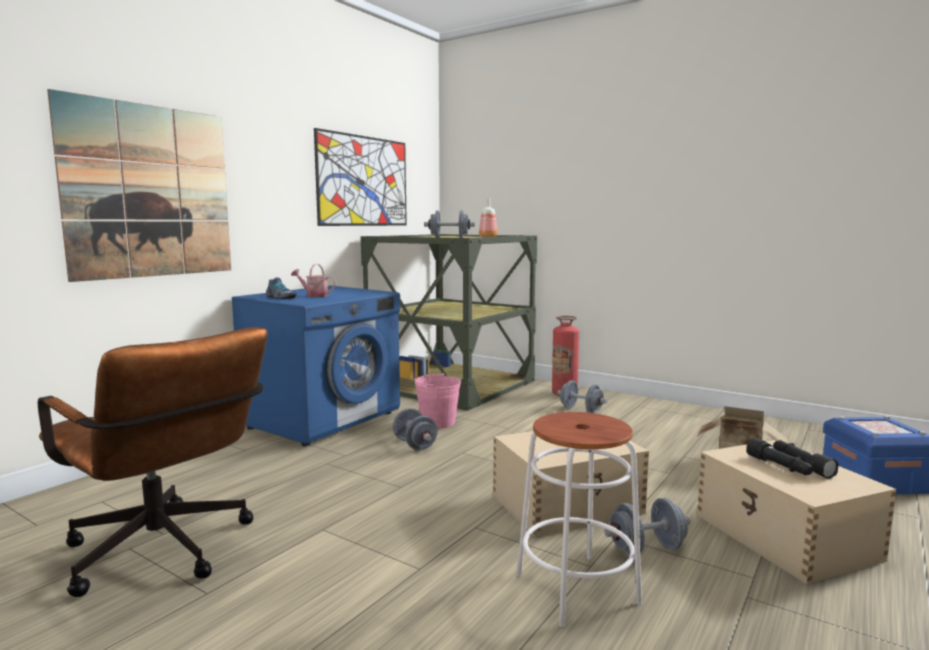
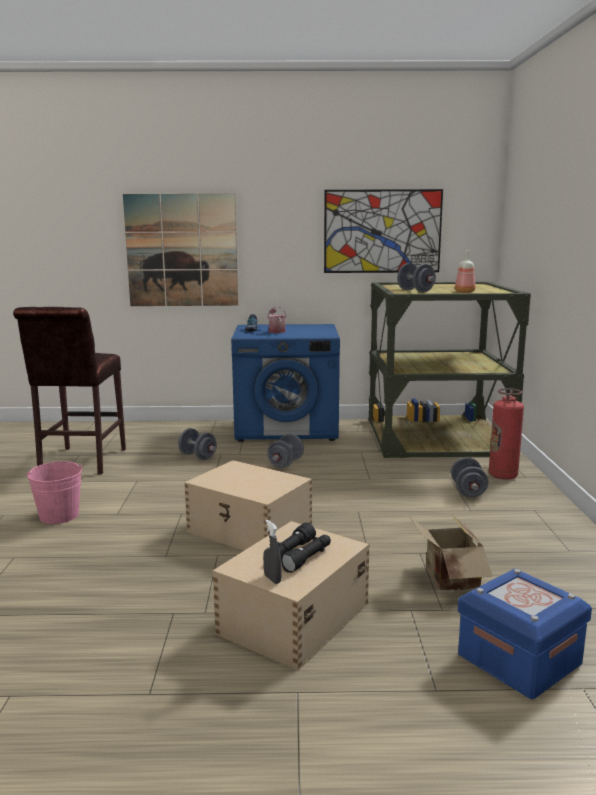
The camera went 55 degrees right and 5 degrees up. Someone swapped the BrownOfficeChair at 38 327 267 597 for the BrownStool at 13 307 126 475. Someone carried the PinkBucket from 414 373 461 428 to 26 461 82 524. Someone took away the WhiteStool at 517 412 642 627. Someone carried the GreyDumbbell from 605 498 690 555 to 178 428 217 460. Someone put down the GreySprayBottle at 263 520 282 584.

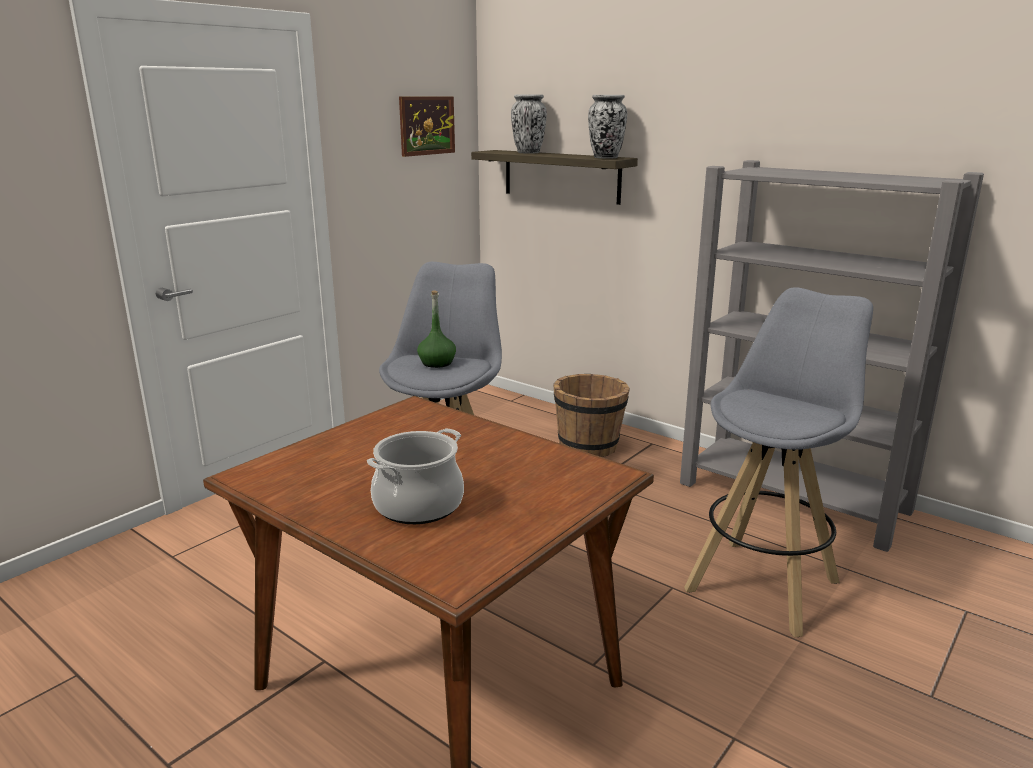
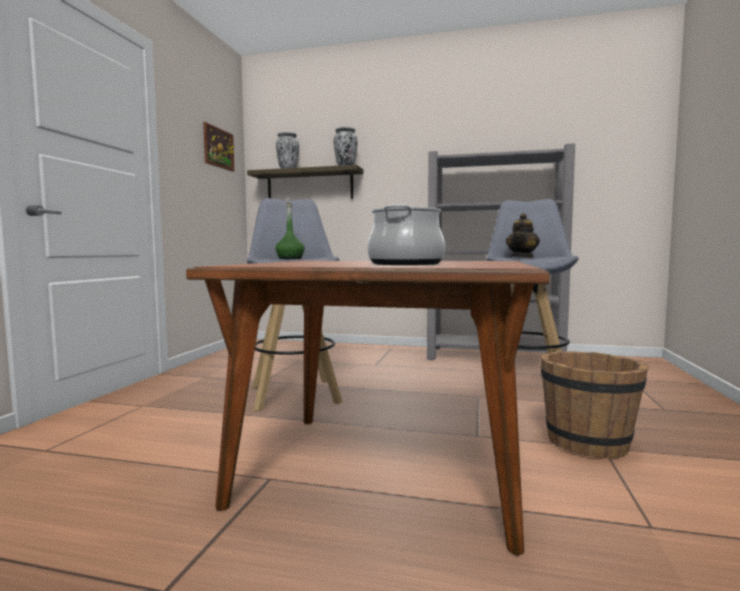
The camera went 25 degrees left and 15 degrees down. Someone carried the BrownBucket from 553 374 630 457 to 540 351 648 458. Someone put down the Teapot at 506 213 540 258.

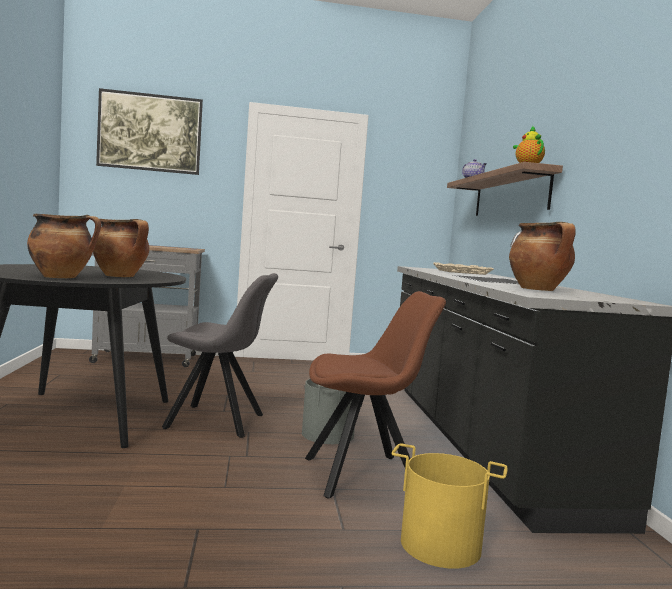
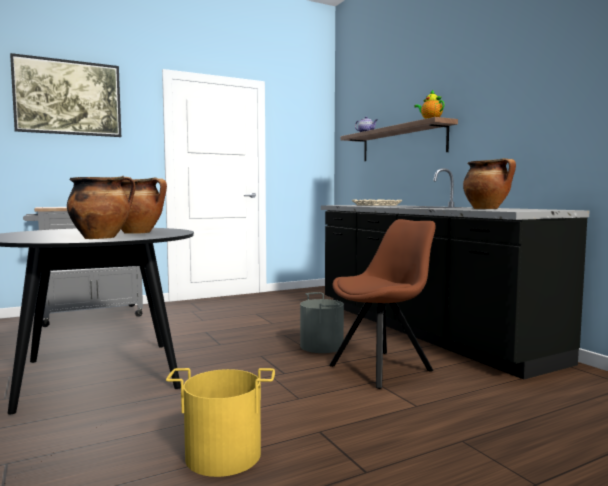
The camera went 20 degrees left and 0 degrees up. Someone took away the GreyChair at 162 273 278 438. Someone carried the YellowBucket from 391 443 508 569 to 166 368 275 477.

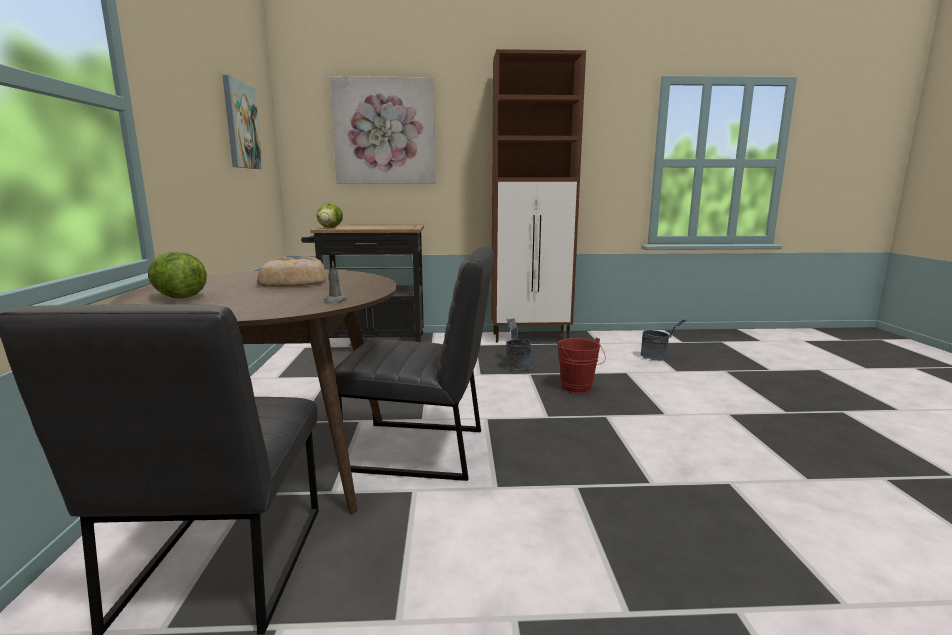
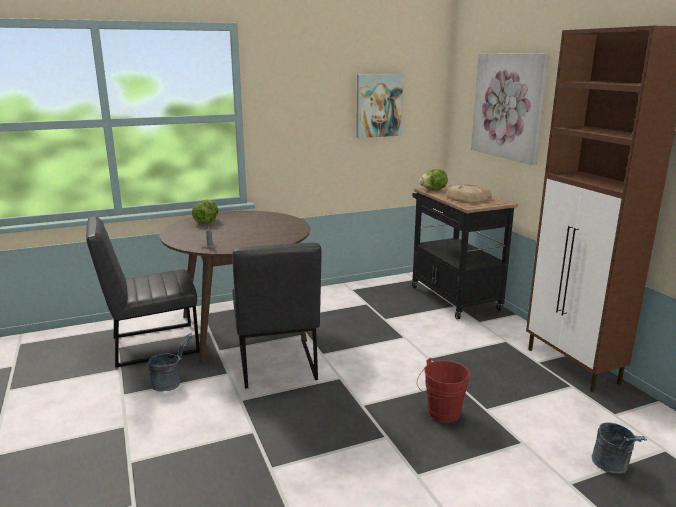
The camera went 70 degrees right and 5 degrees up. Someone carried the Bread from 257 256 327 287 to 446 184 492 203. Someone carried the GreyBucket from 506 318 532 371 to 149 333 193 392.

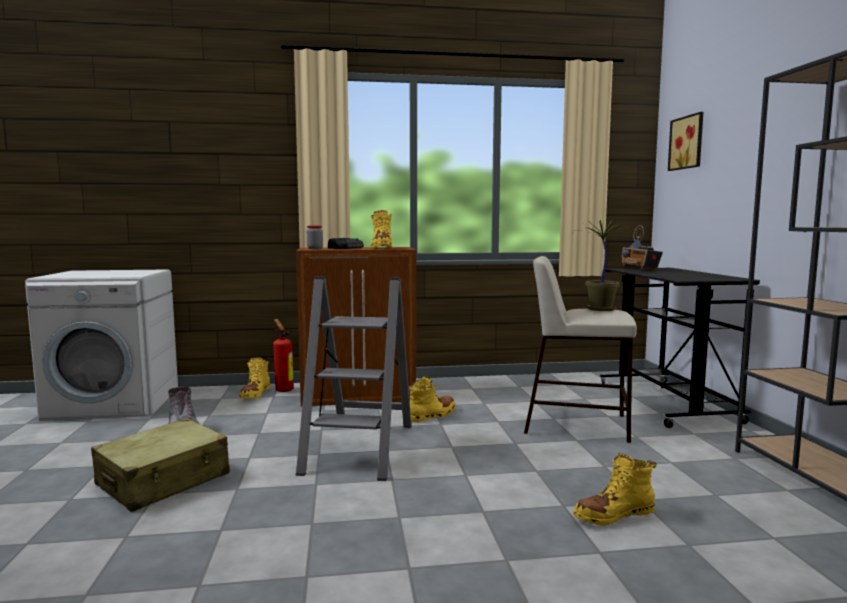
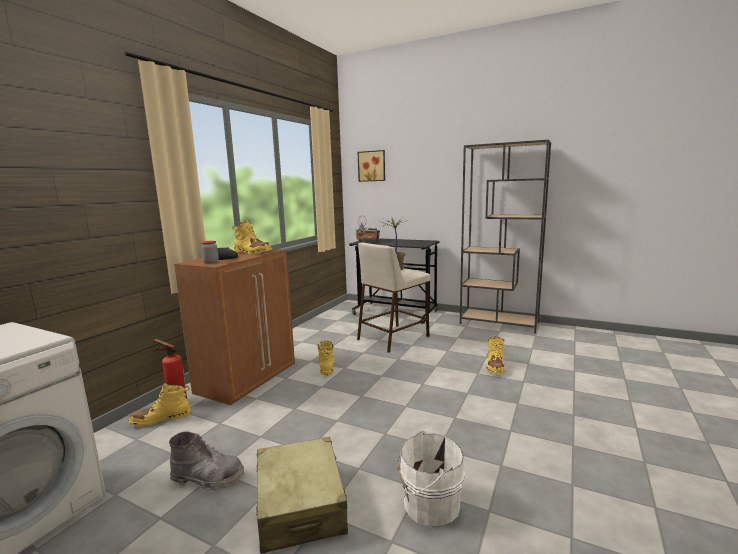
The camera went 55 degrees left and 5 degrees up. Someone took away the GreyStepLadder at 296 276 412 481. Someone rotated the YellowBoot at 239 357 270 399 by 120 degrees clockwise. Someone put down the WhiteBucket at 397 431 465 526.

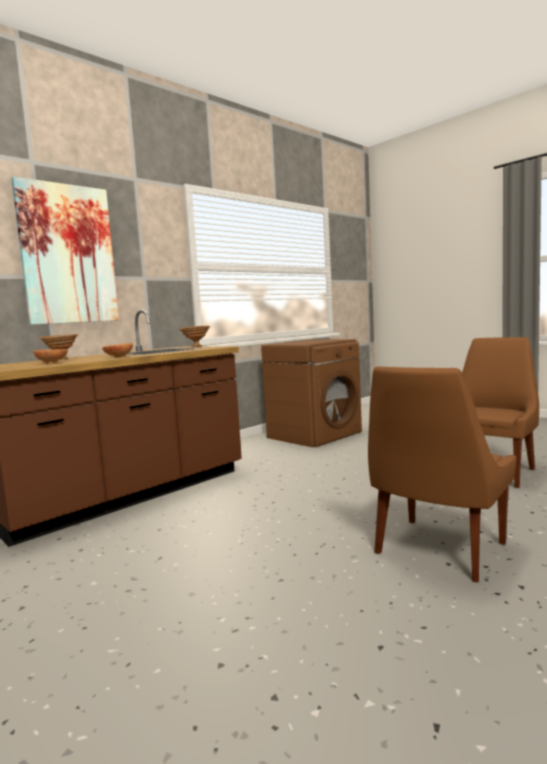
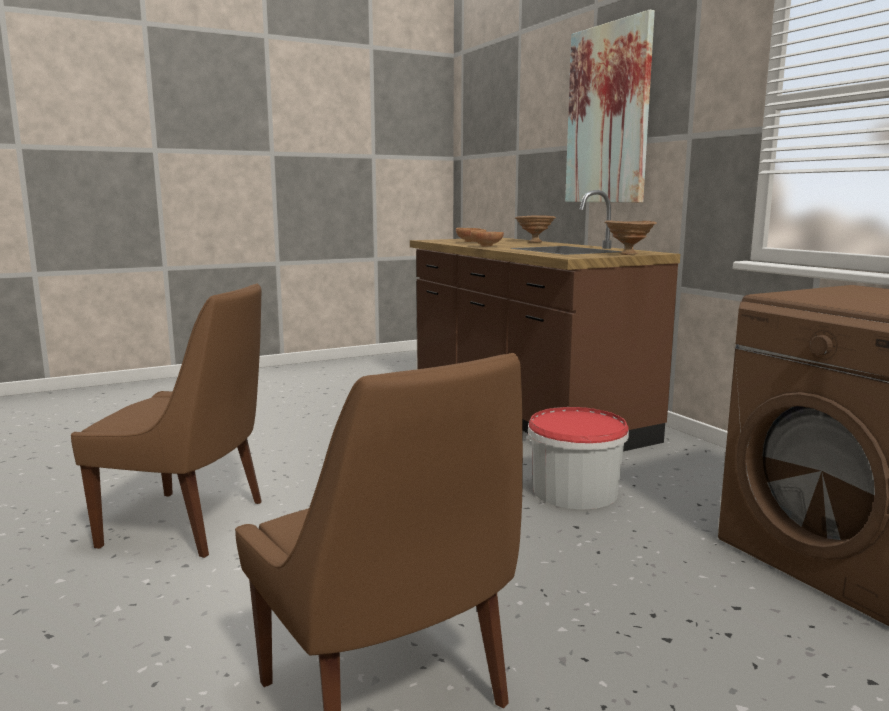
The camera went 105 degrees right and 5 degrees up. Someone rotated the BrownChair at 368 366 516 582 by 135 degrees clockwise. Someone put down the Bucket at 527 407 629 510.

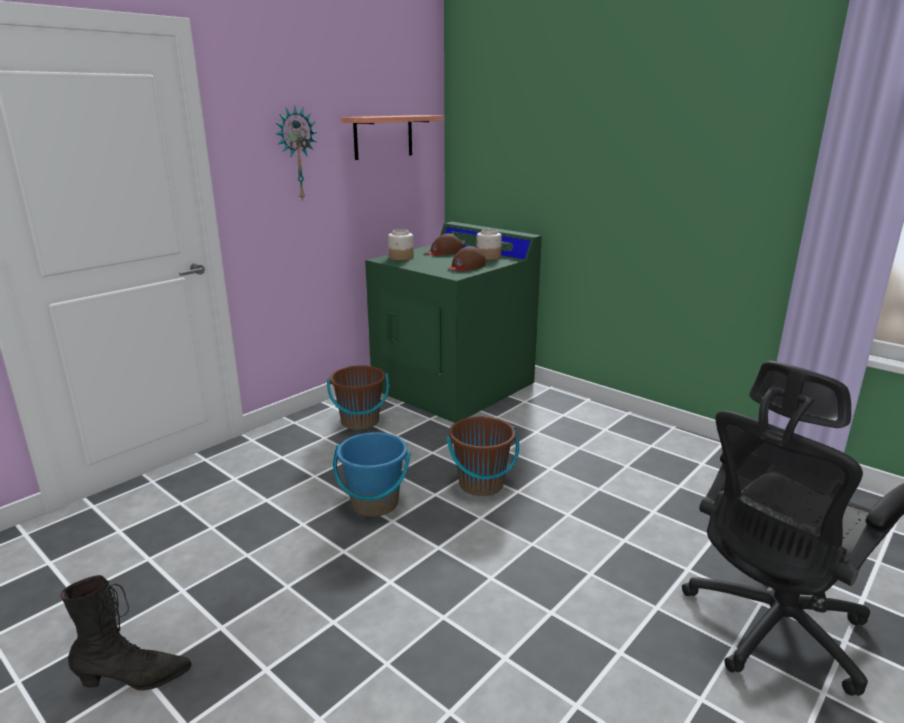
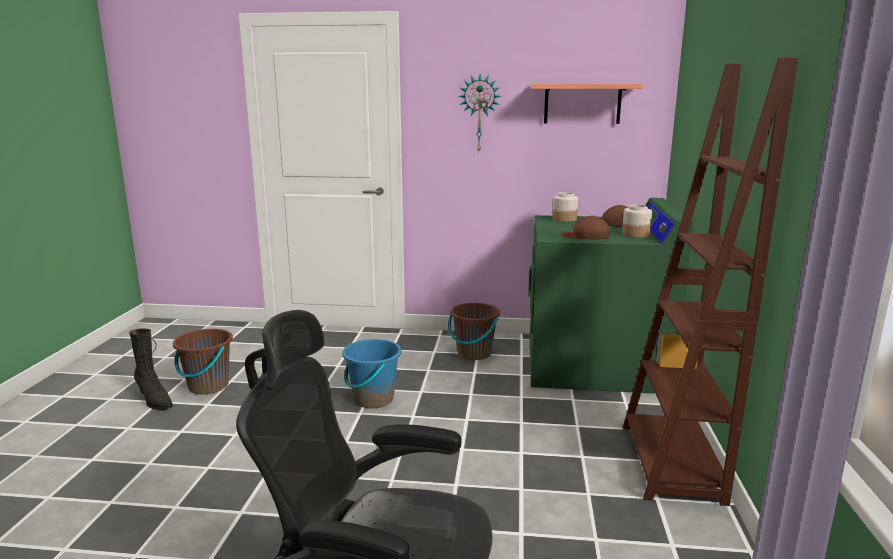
The camera went 55 degrees right and 5 degrees down. Someone carried the BrownBucket from 446 417 520 496 to 173 329 233 394. Someone put down the BrownBookcase at 623 57 799 506.

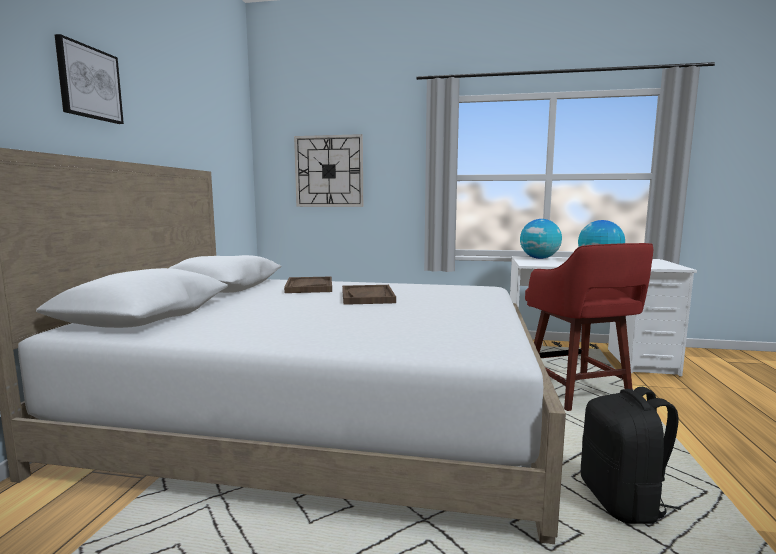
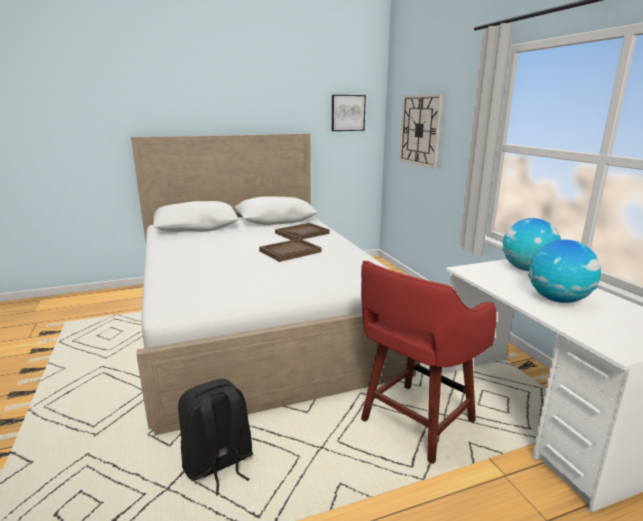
The camera went 60 degrees right and 10 degrees up. Someone carried the Picture from 55 34 124 124 to 332 95 366 131.

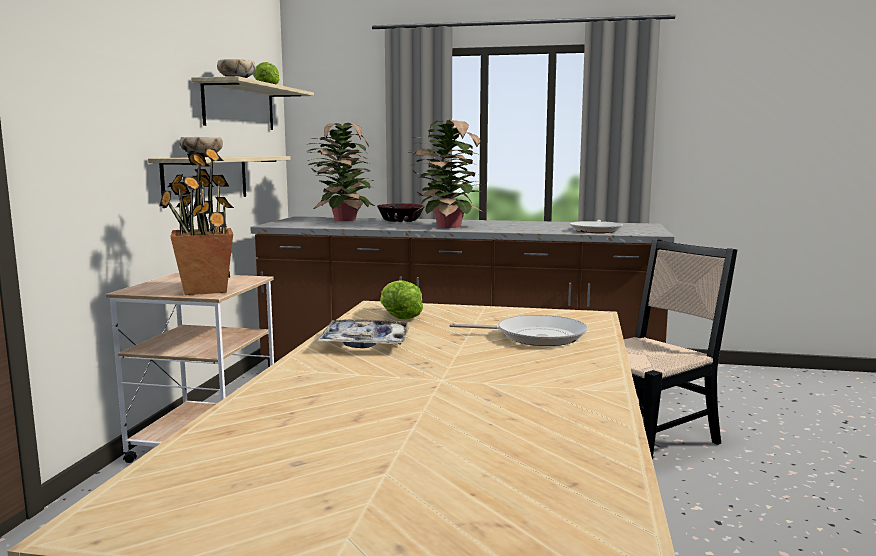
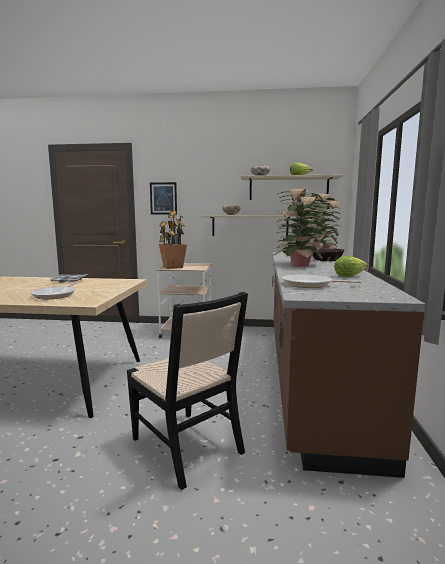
The camera went 85 degrees right and 0 degrees up. Someone carried the Lettuce from 380 280 423 319 to 334 256 368 277. Someone put up the Picture at 150 182 177 214.

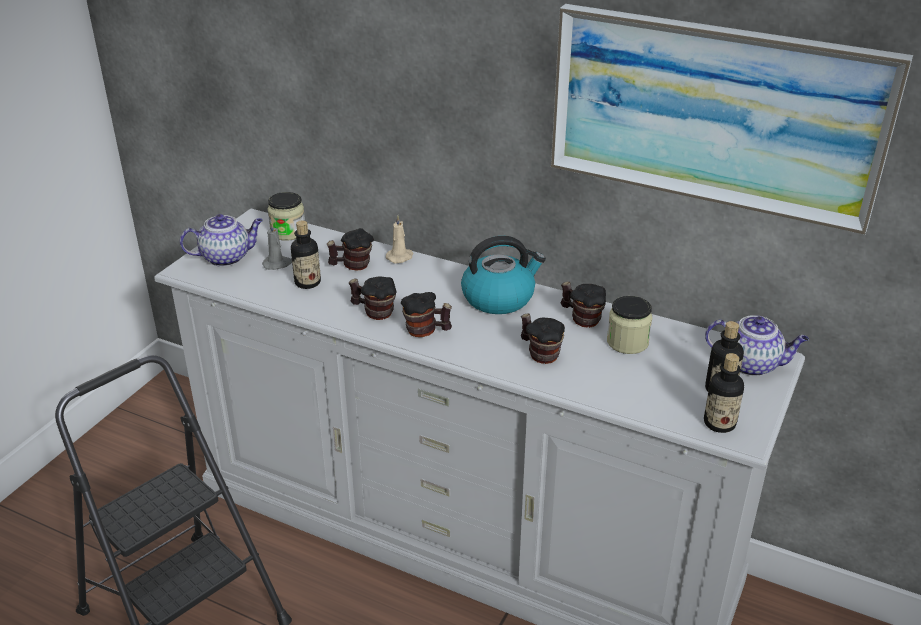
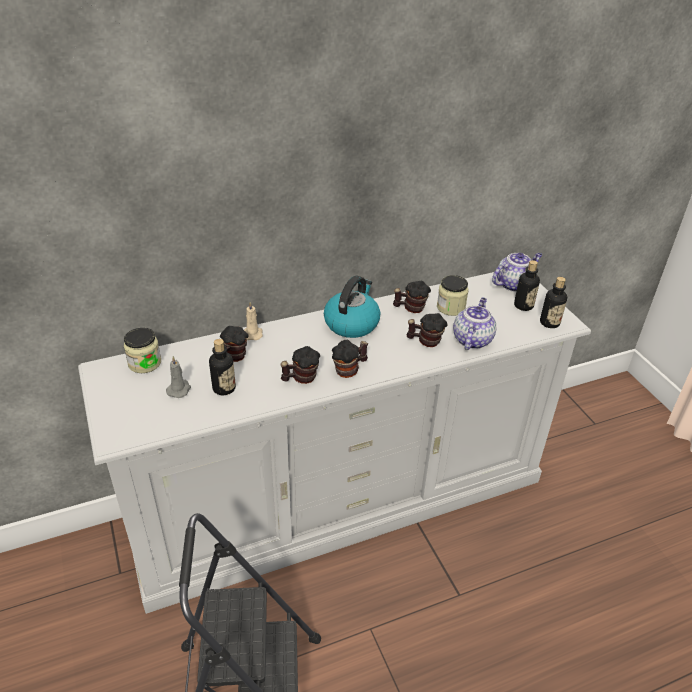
The camera went 50 degrees left and 5 degrees up. Someone took away the Picture at 551 4 913 235. Someone carried the Teapot from 180 214 263 267 to 453 298 496 350.

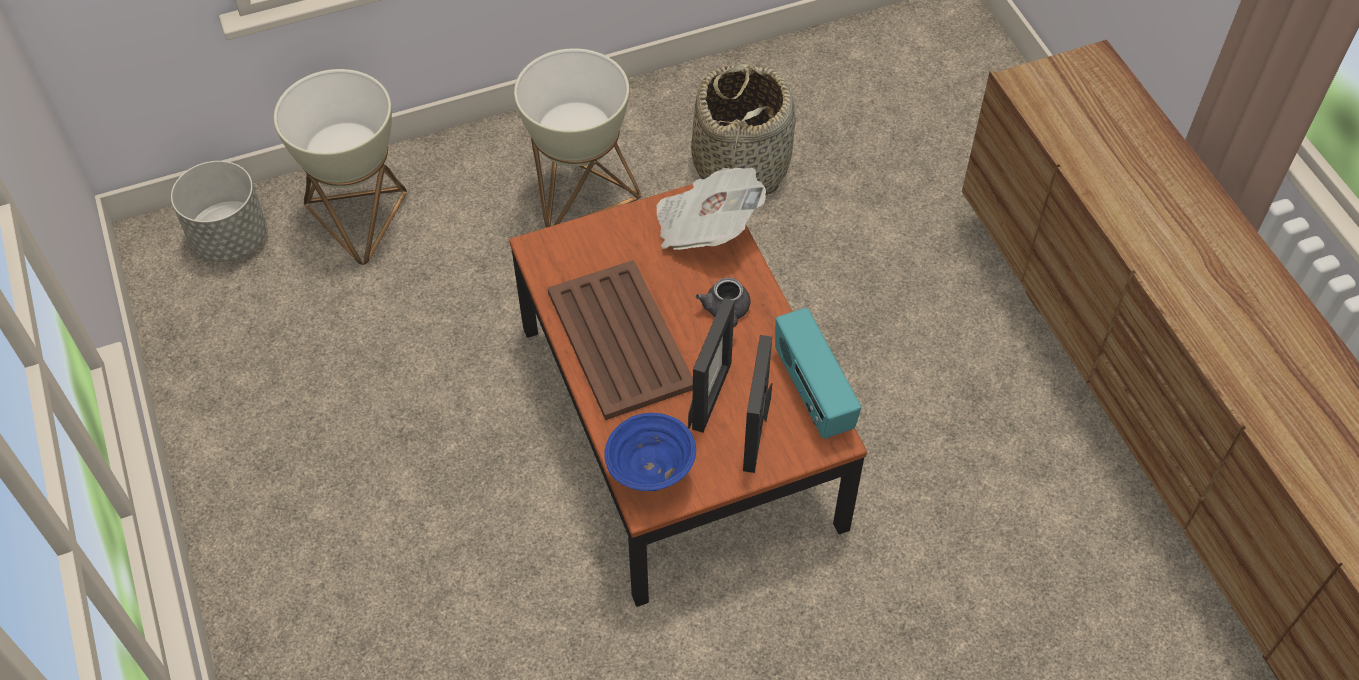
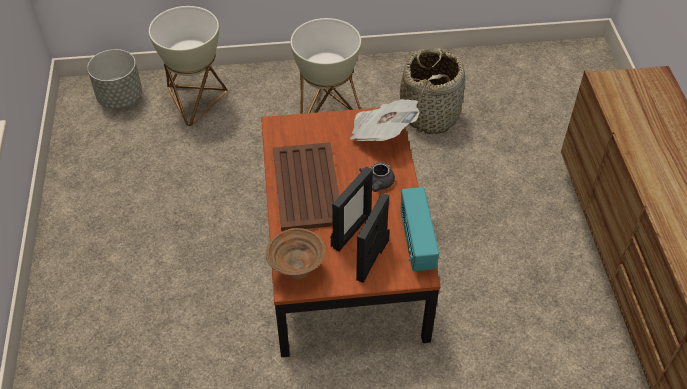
The camera went 15 degrees right and 5 degrees down. Someone repainted the BlueBowl at 604 413 696 491, which became the BrownBowl at 266 228 326 280.

